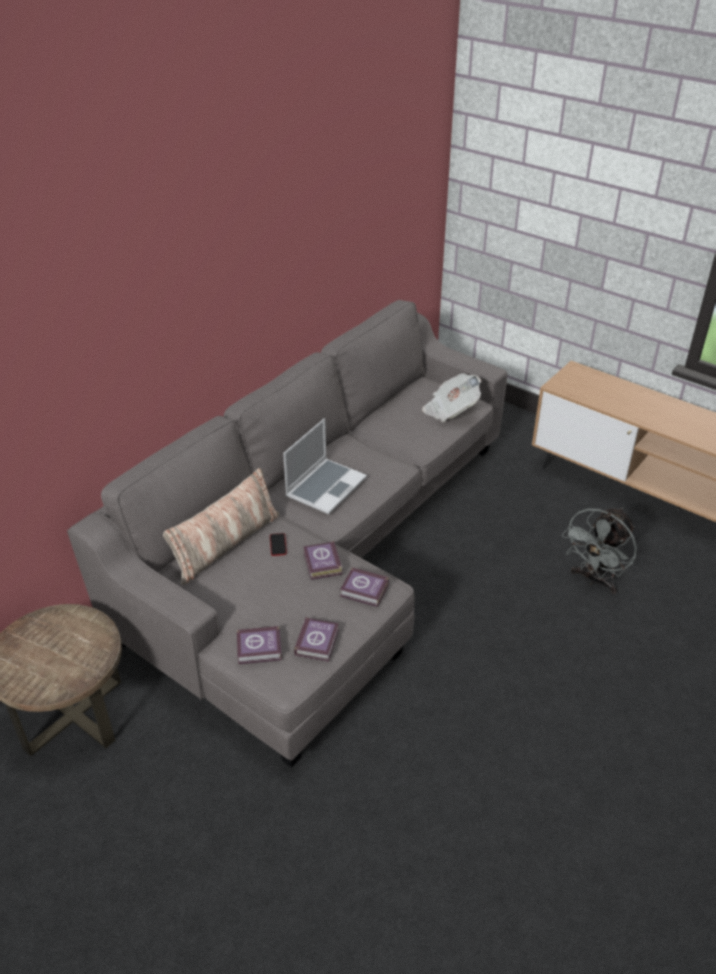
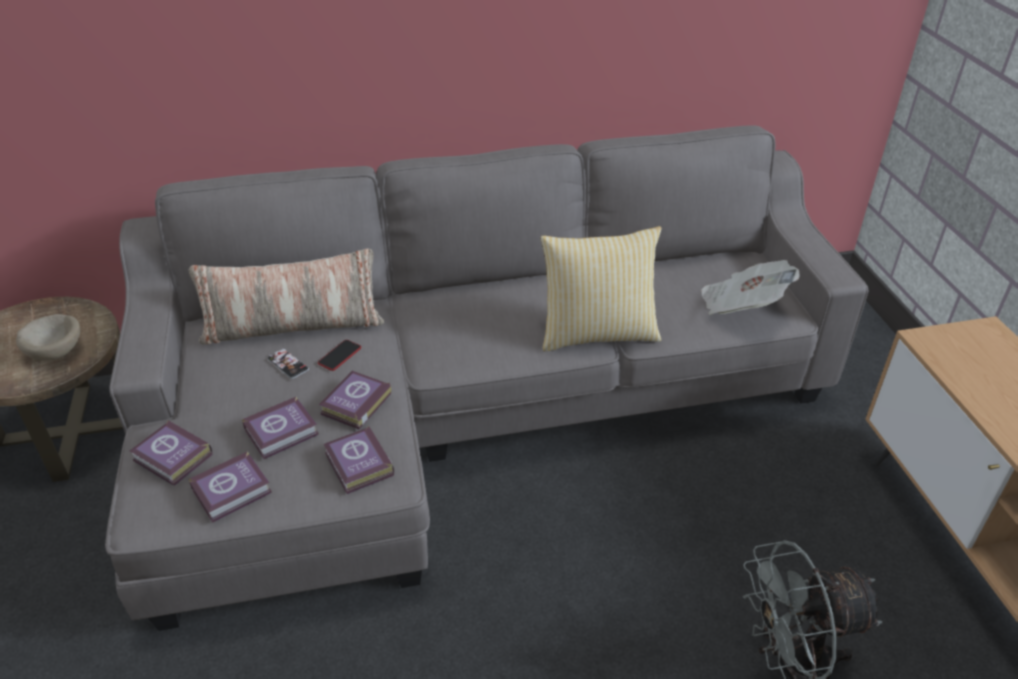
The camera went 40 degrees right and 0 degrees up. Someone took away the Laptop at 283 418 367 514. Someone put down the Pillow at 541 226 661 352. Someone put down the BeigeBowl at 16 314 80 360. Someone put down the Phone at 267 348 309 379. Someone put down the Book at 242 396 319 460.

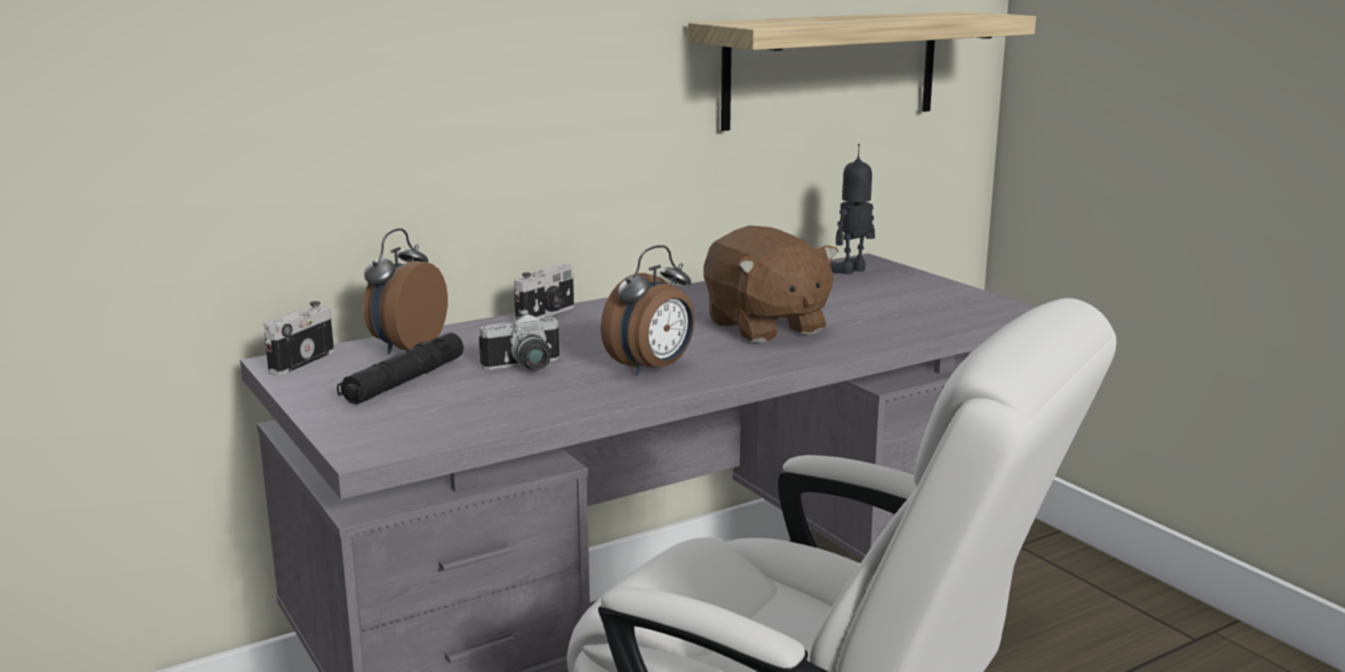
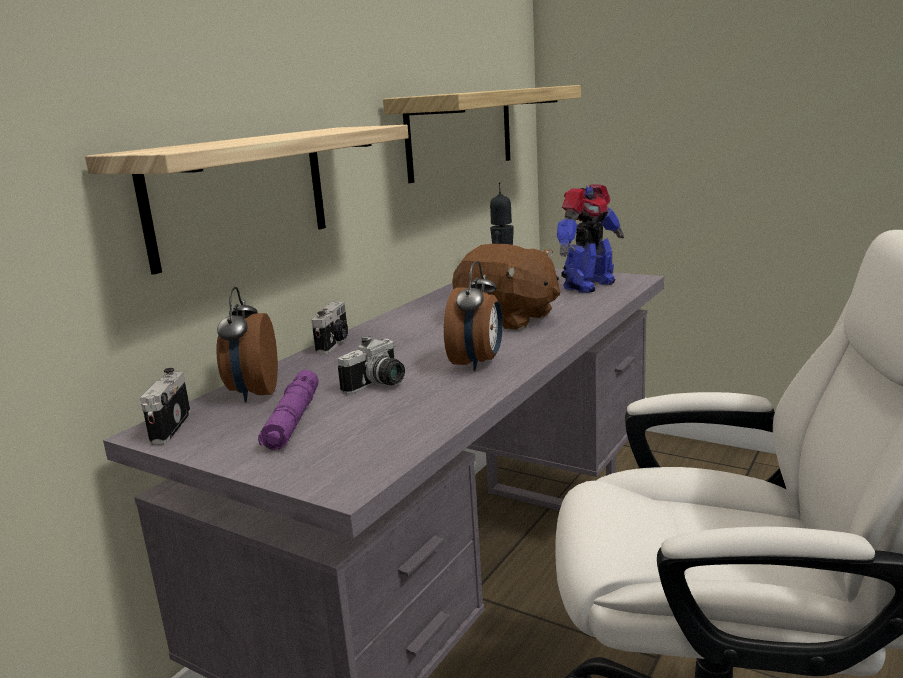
The camera went 25 degrees left and 0 degrees up. Someone repainted the BlackFlashlight at 337 333 464 405, which became the PurpleFlashlight at 258 370 319 450. Someone put up the Shelf at 85 125 409 275. Someone put down the ToyRobot at 557 184 624 293.

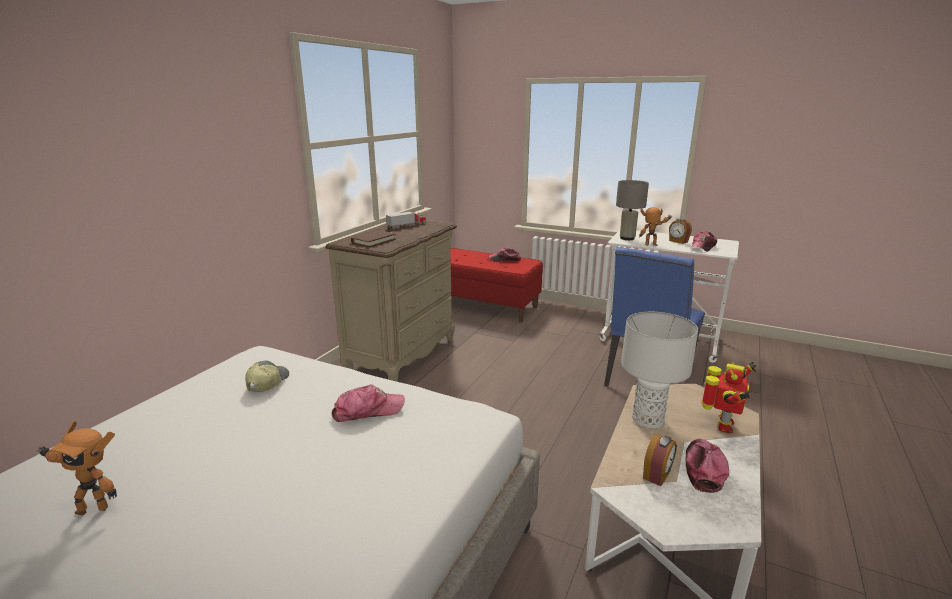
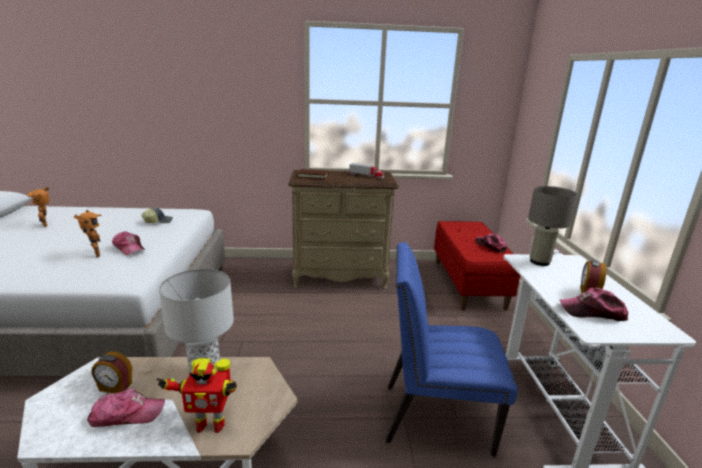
The camera went 60 degrees right and 0 degrees up. Someone carried the ToyRobot from 639 207 672 246 to 74 210 102 258.

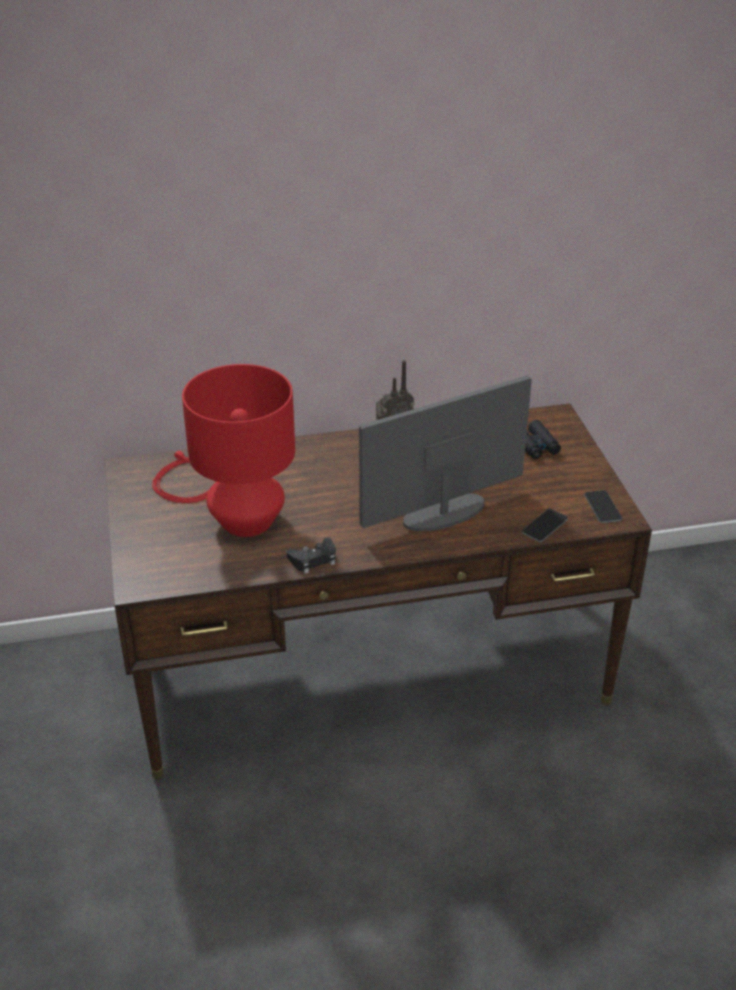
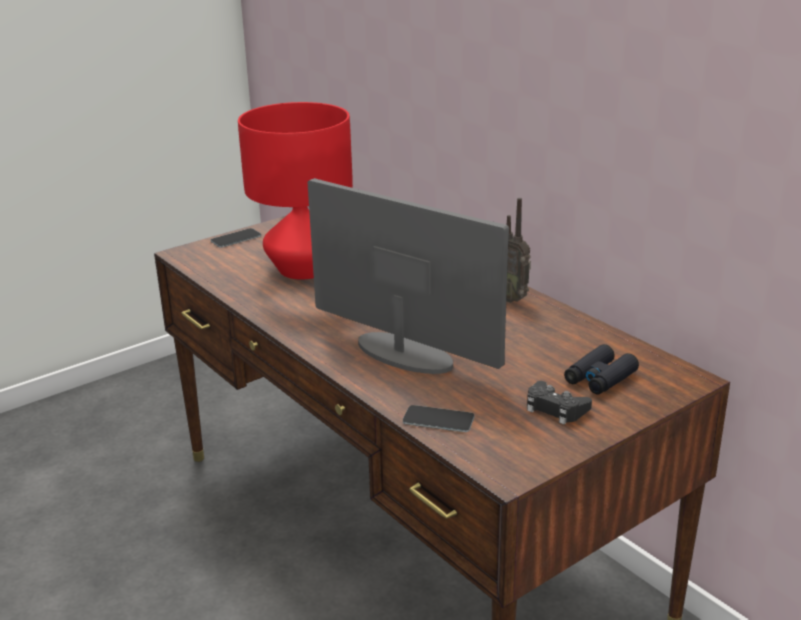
The camera went 65 degrees right and 10 degrees down. Someone carried the Phone from 584 490 622 523 to 211 228 261 247. Someone carried the BlackGameController from 286 538 336 574 to 527 381 592 425.

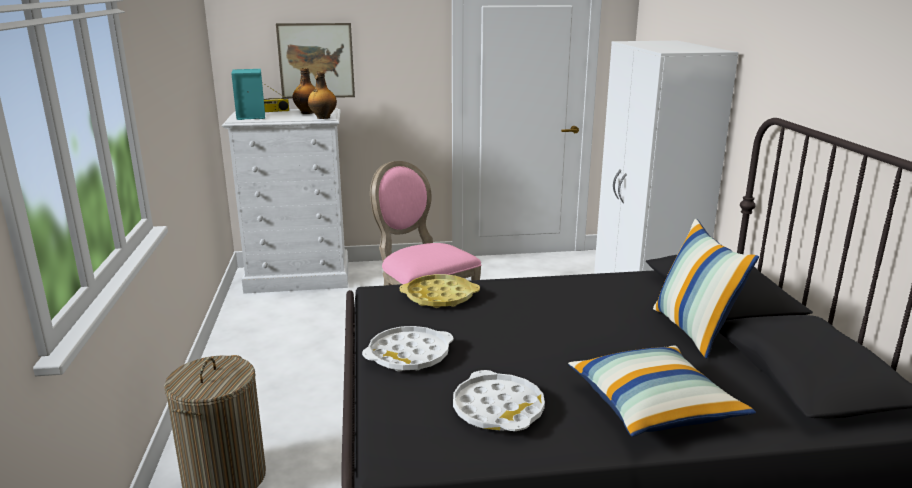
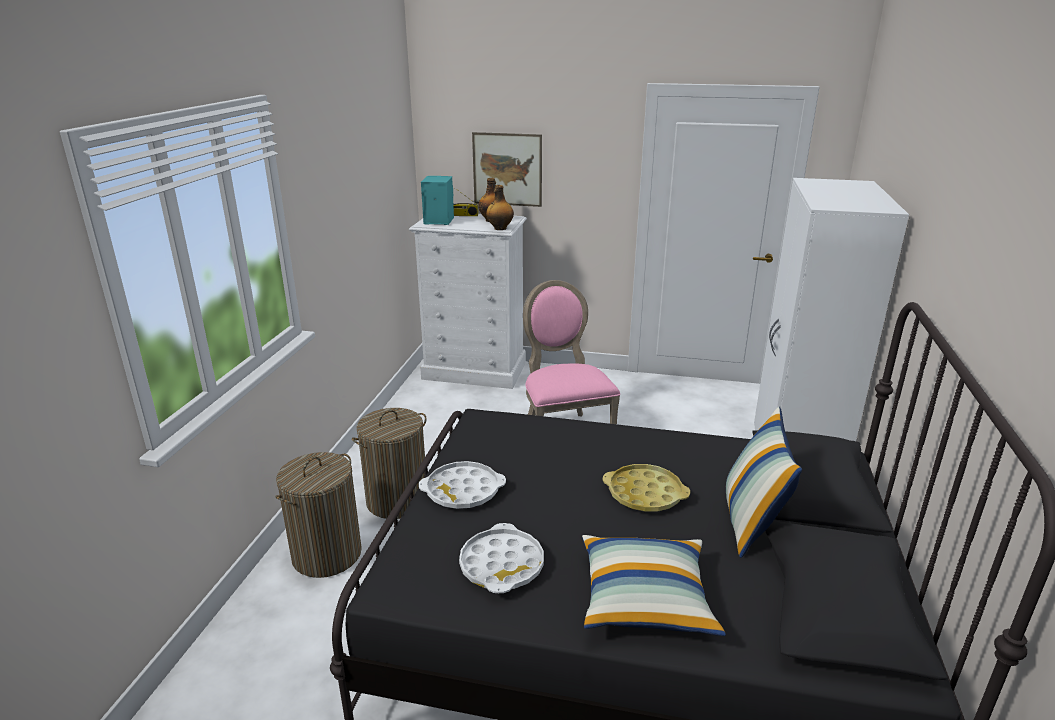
The camera went 20 degrees right and 5 degrees up. Someone carried the YellowTray from 400 274 480 308 to 603 464 690 512. Someone put down the LaundryBasket at 352 408 427 519.

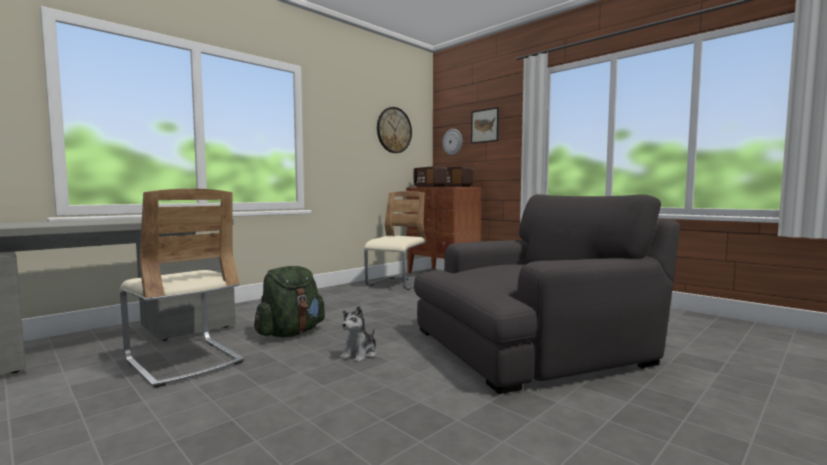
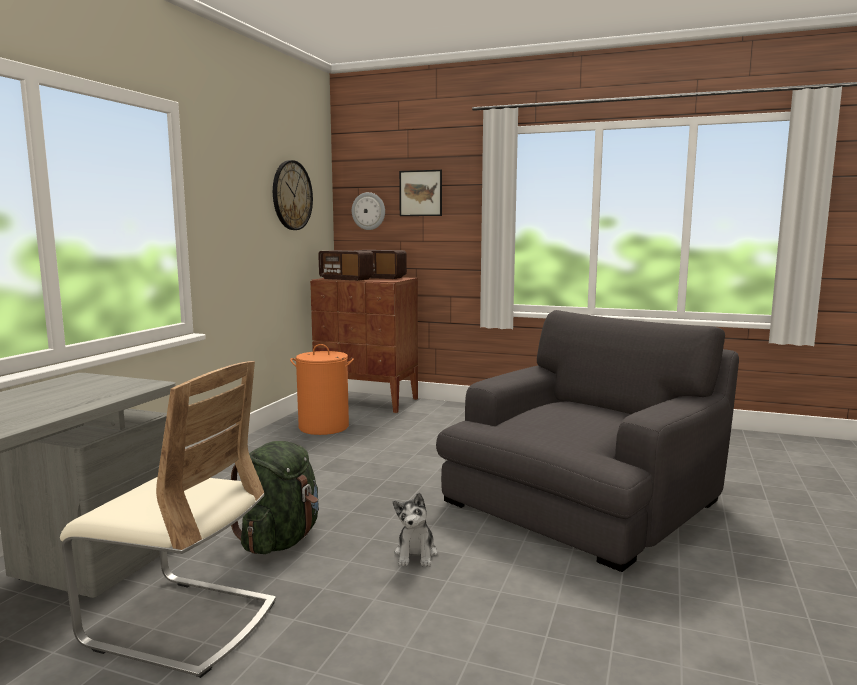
The camera went 25 degrees left and 5 degrees up. Someone swapped the BeigeChair at 364 191 426 290 for the OrangeLaundryBasket at 290 344 354 435.

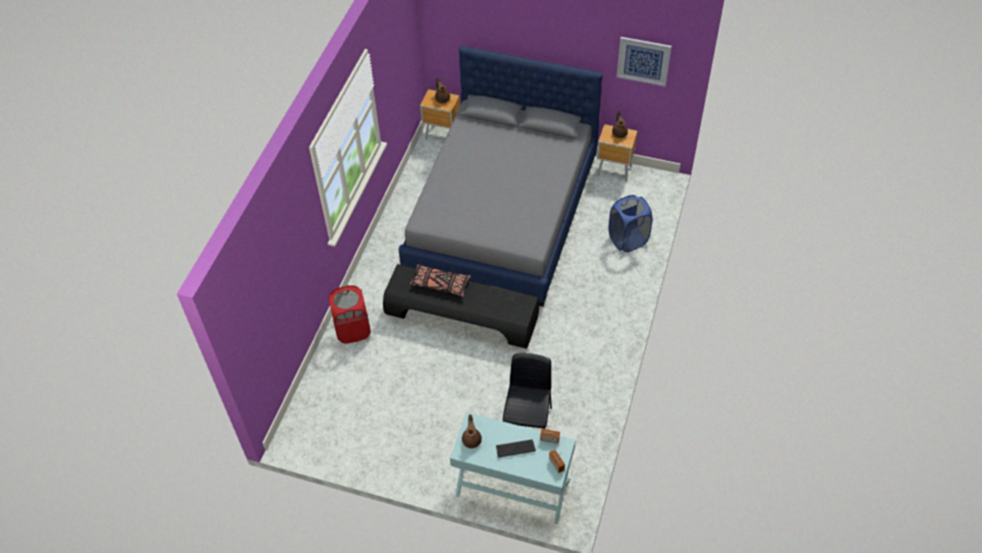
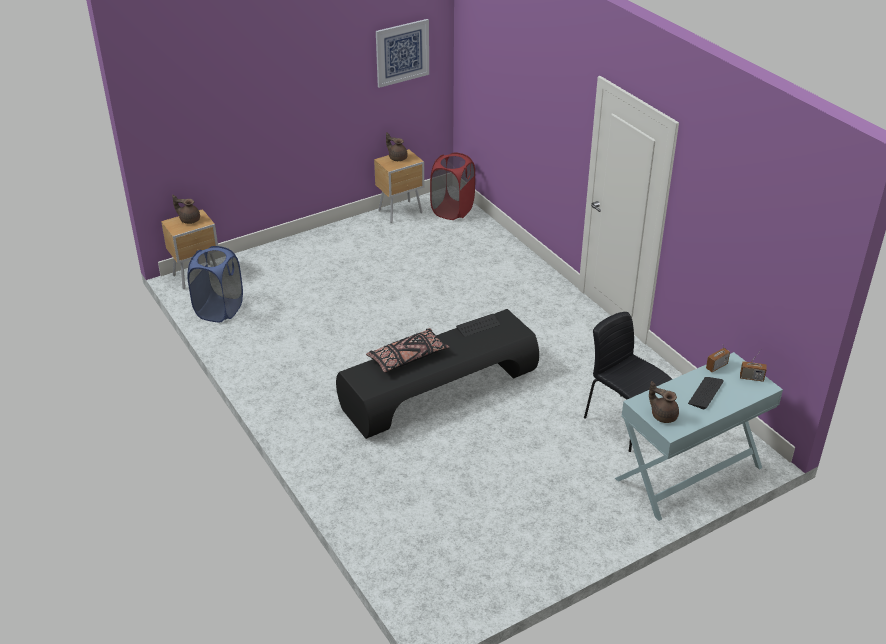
The camera went 50 degrees left and 15 degrees down. Someone took away the GreyBed at 399 46 603 307. Someone carried the BlueLaundryBasket from 609 195 652 252 to 187 246 243 322. Someone carried the RedLaundryBasket from 328 285 371 344 to 430 152 475 220.

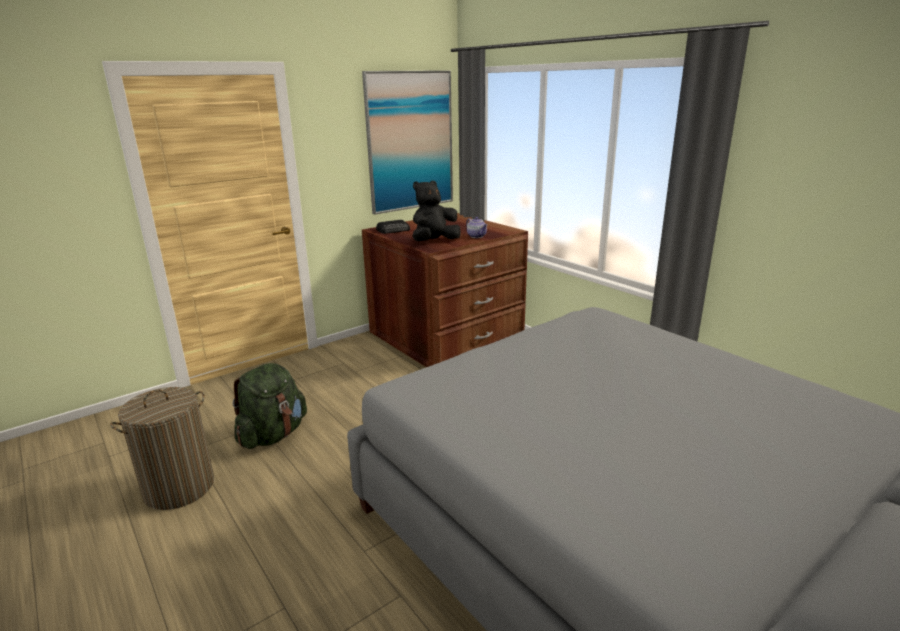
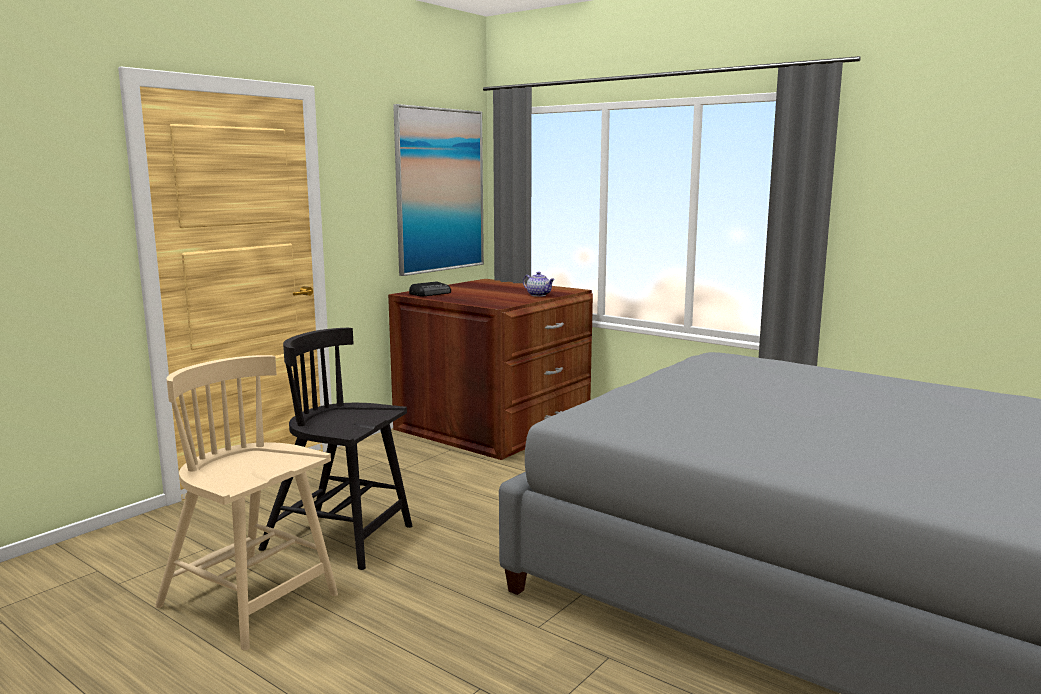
The camera went 15 degrees left and 10 degrees down. Someone took away the BlackPlushToy at 412 180 461 241. Someone swapped the GreenBackpack at 233 363 307 449 for the BlackChair at 258 328 412 570. Someone swapped the LaundryBasket at 110 387 214 510 for the BeigeChair at 155 355 338 650.

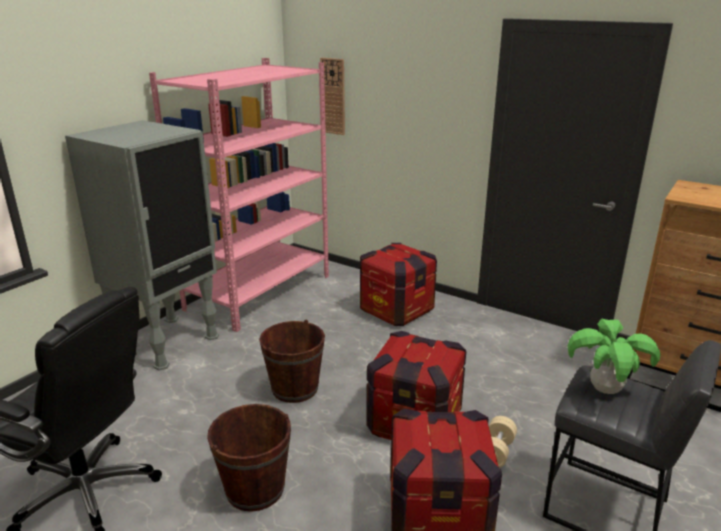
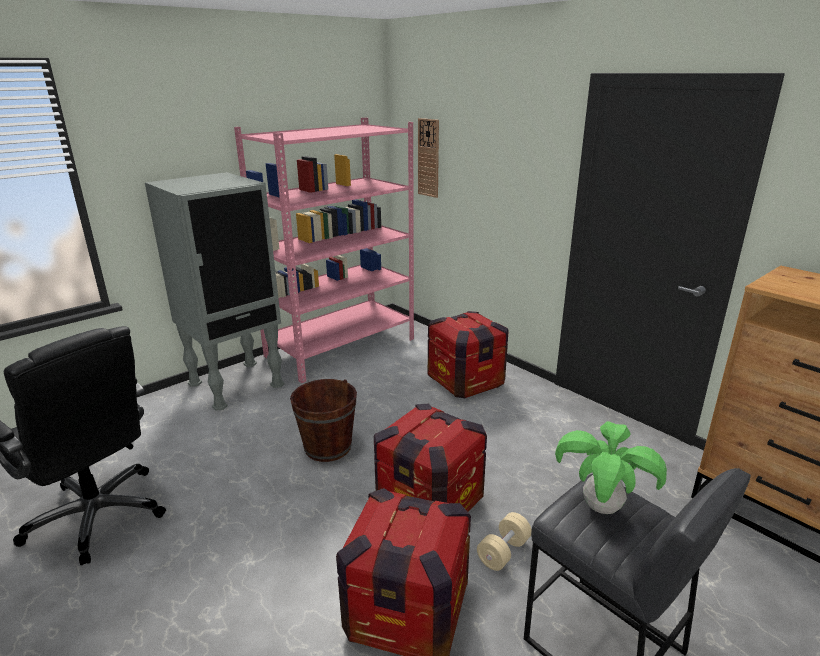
The camera went 15 degrees right and 0 degrees up. Someone took away the BrownBucket at 207 404 291 512.

